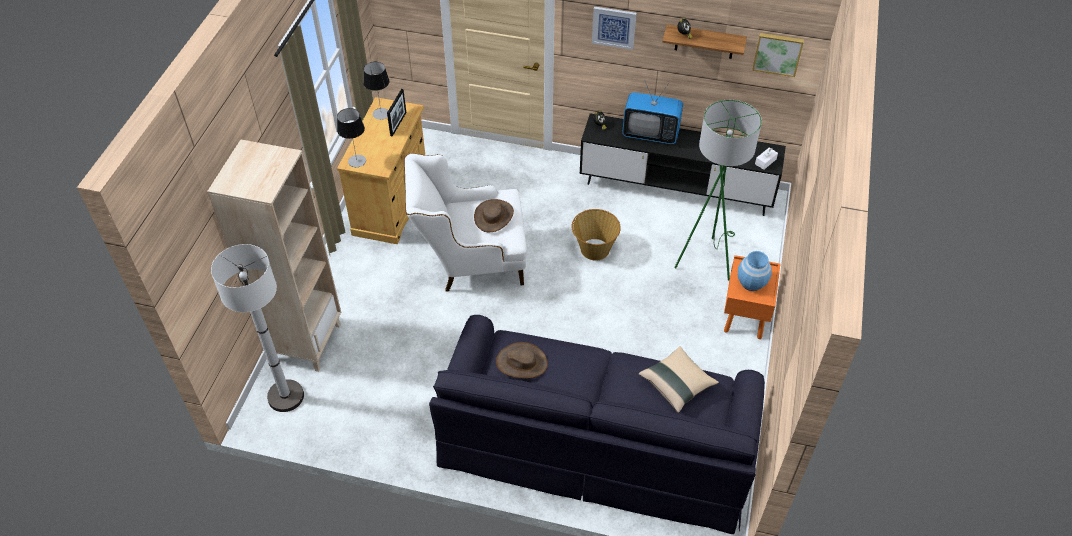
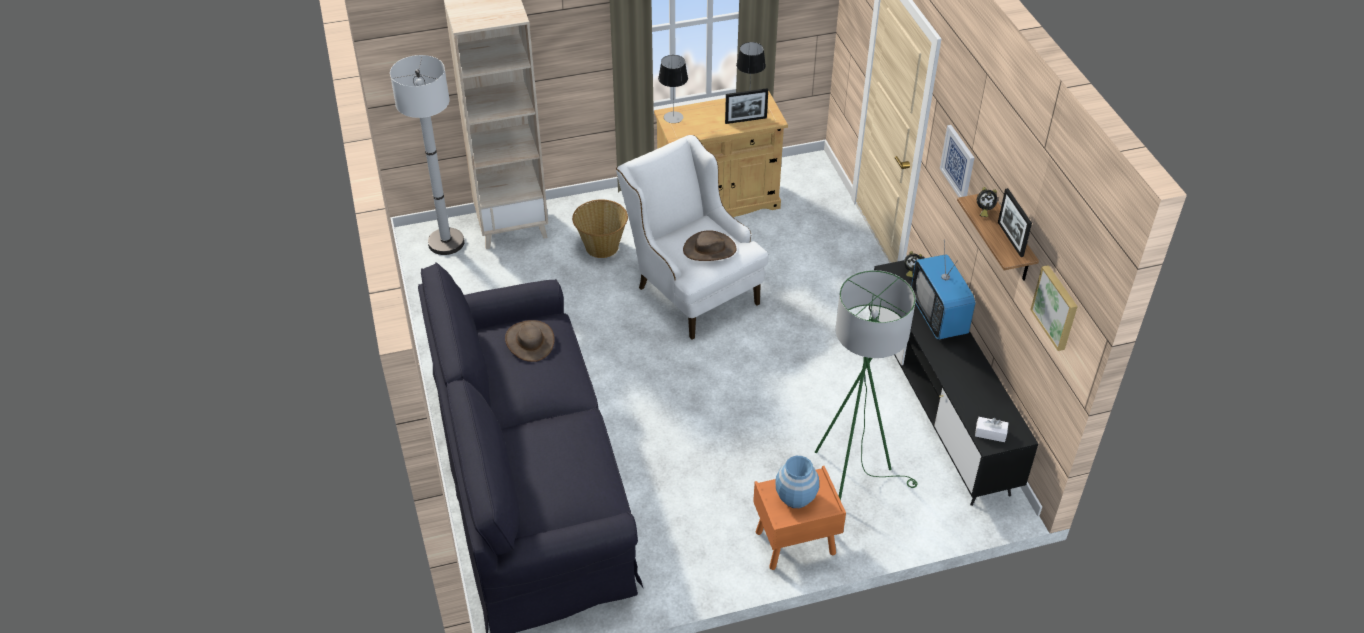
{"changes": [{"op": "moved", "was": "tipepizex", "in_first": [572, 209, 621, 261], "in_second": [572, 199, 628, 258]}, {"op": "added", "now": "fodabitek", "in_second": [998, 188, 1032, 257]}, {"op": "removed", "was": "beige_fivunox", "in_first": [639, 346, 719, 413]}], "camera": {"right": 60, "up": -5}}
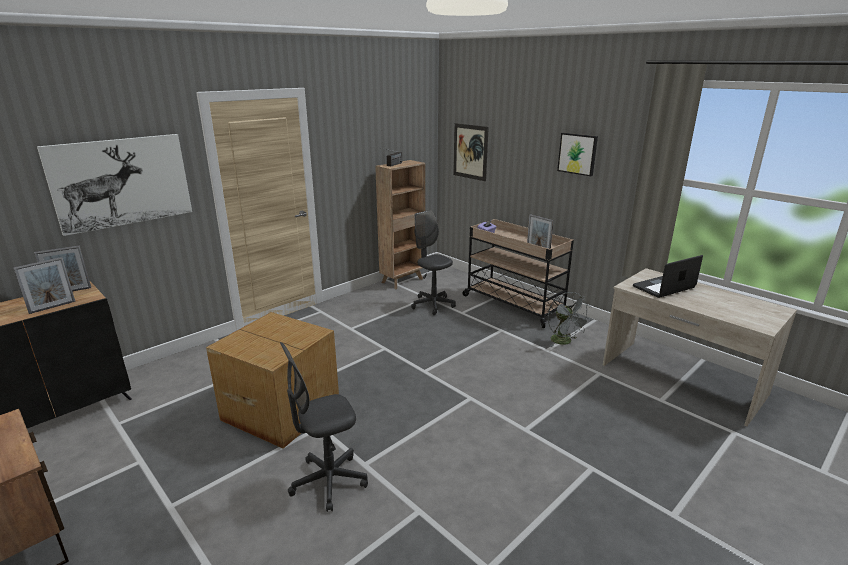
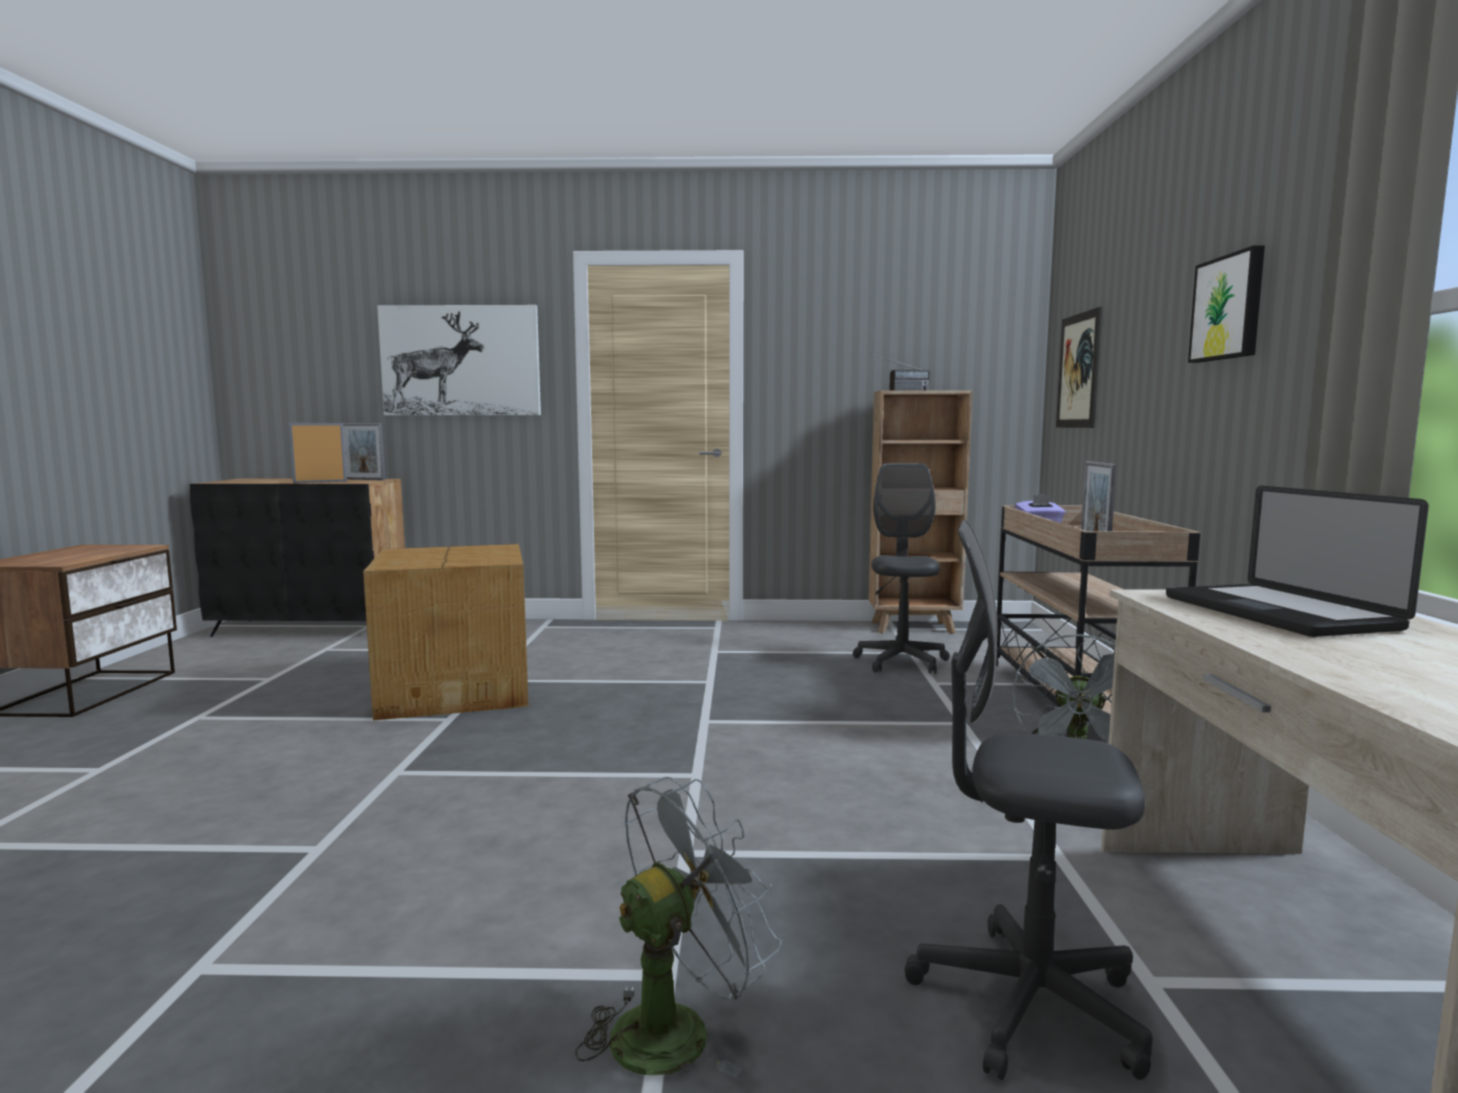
{"changes": [{"op": "turned", "was": "fodabitek", "in_first": [13, 257, 76, 314], "in_second": [288, 423, 347, 483], "clockwise": 150}, {"op": "added", "now": "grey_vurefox", "in_second": [575, 777, 781, 1078]}, {"op": "moved", "was": "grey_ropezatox", "in_first": [280, 342, 368, 512], "in_second": [905, 520, 1153, 1080]}, {"op": "turned", "was": "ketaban", "in_first": [633, 255, 703, 298], "in_second": [1166, 486, 1429, 637], "clockwise": -120}], "camera": {"right": 45, "up": -15}}
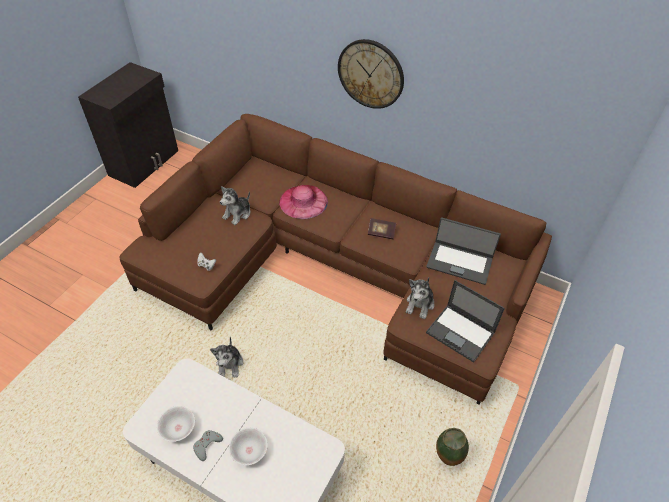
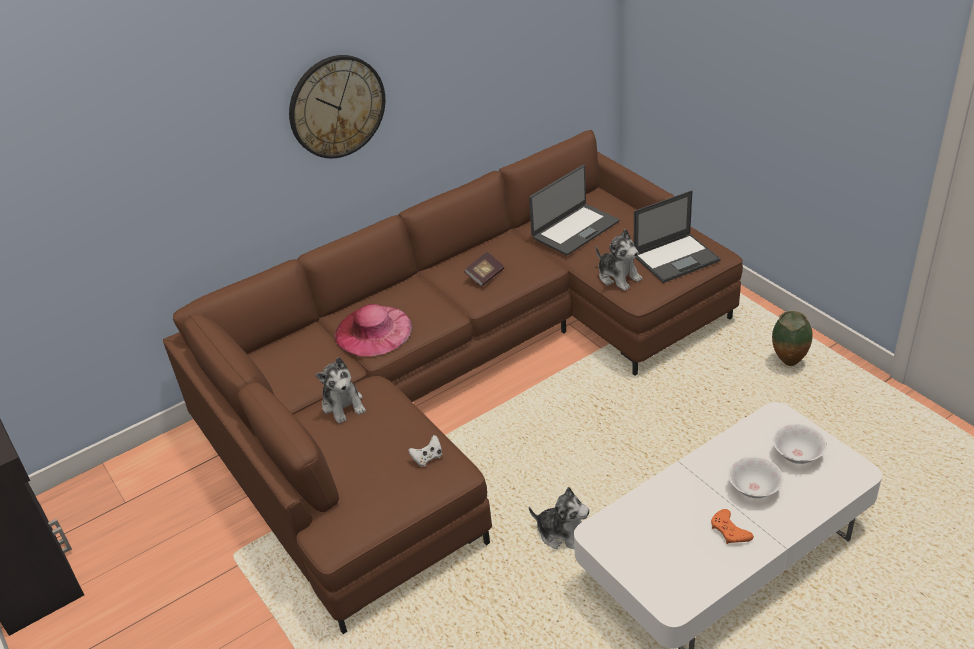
{"changes": [{"op": "recoloured", "was": "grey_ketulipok", "now": "orange_ketulipok", "in_first": [193, 430, 223, 461], "in_second": [711, 509, 754, 544]}, {"op": "moved", "was": "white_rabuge", "in_first": [157, 406, 195, 442], "in_second": [773, 424, 827, 464]}], "camera": {"right": -60, "up": -10}}
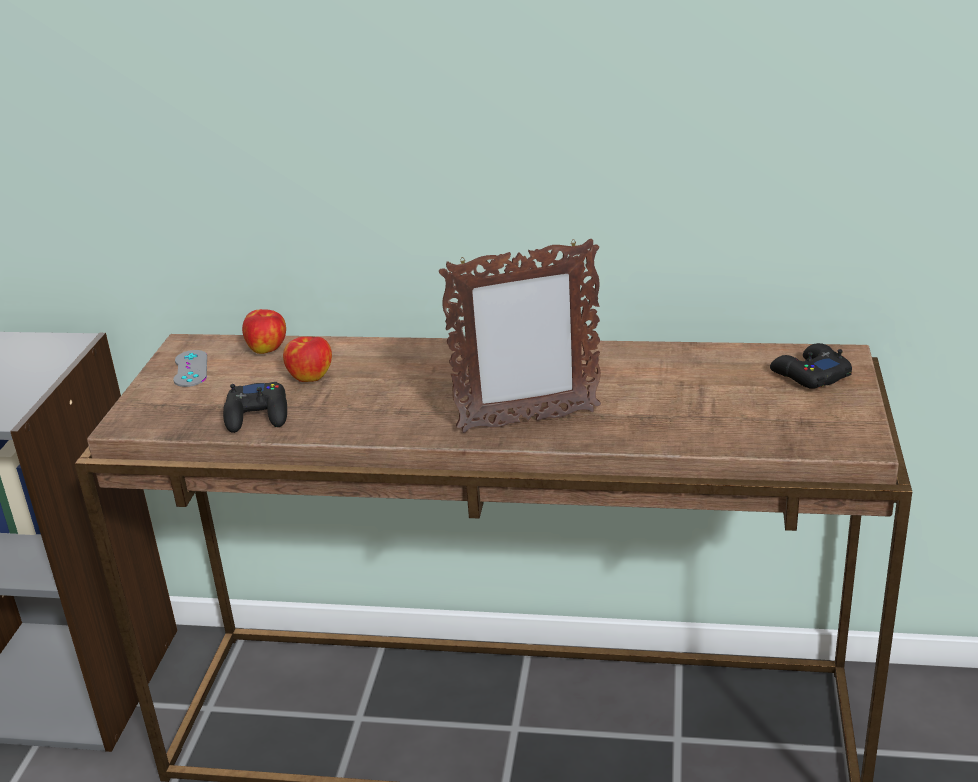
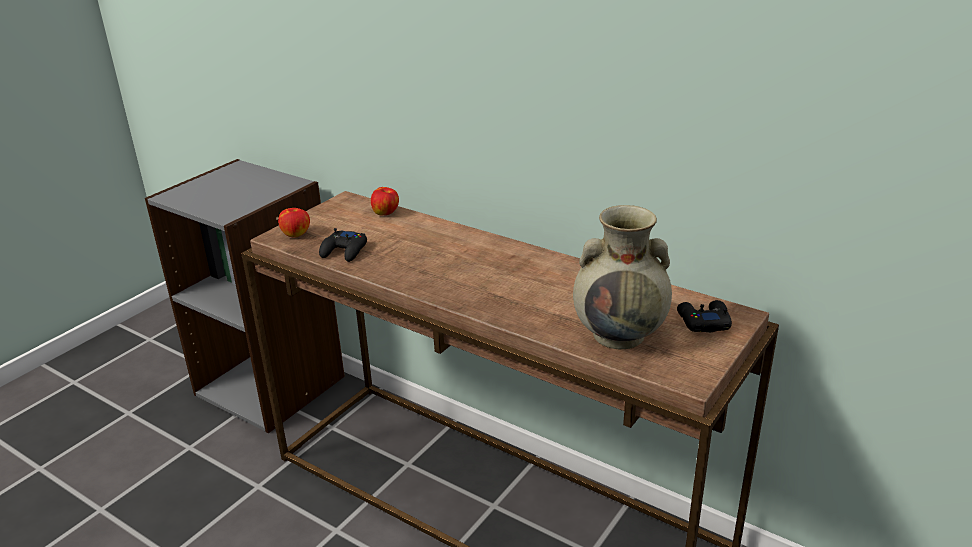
{"changes": [{"op": "moved", "was": "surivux", "in_first": [283, 337, 332, 382], "in_second": [278, 208, 310, 238]}, {"op": "added", "now": "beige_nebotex", "in_second": [573, 205, 672, 349]}, {"op": "removed", "was": "grey_ketulipok", "in_first": [173, 350, 207, 387]}, {"op": "removed", "was": "fodabitek", "in_first": [439, 239, 601, 433]}], "camera": {"right": 25, "up": 0}}
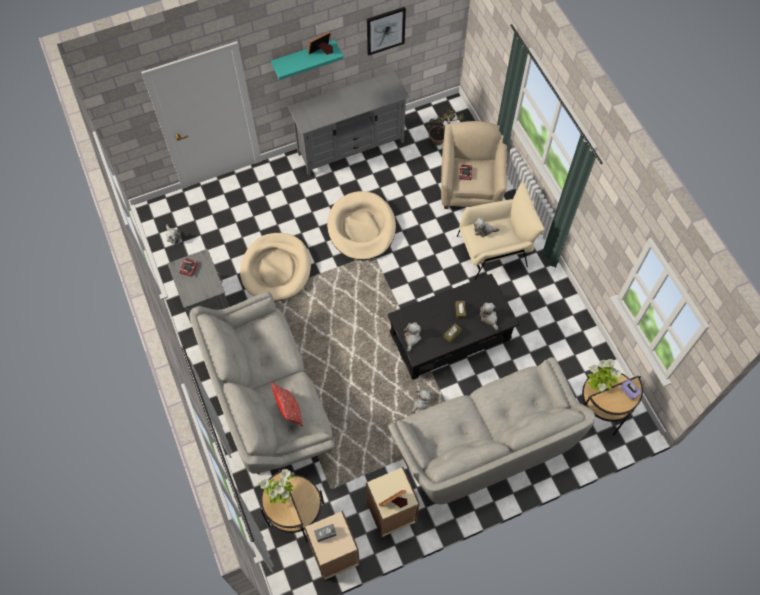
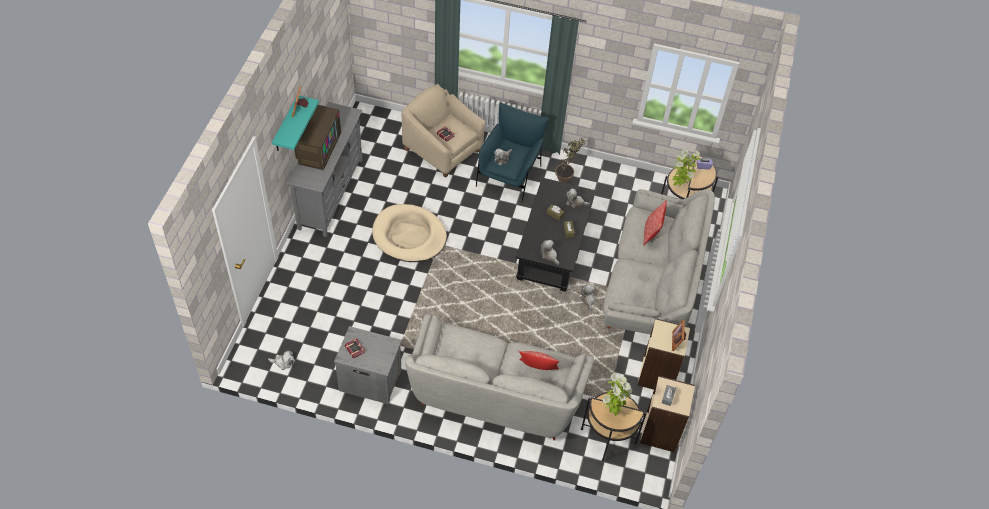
{"changes": [{"op": "added", "now": "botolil", "in_second": [294, 105, 341, 170]}, {"op": "recoloured", "was": "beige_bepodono", "now": "blue_bepodono", "in_first": [457, 182, 544, 280], "in_second": [476, 102, 549, 203]}, {"op": "moved", "was": "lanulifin", "in_first": [427, 109, 465, 146], "in_second": [555, 138, 585, 183]}, {"op": "added", "now": "fivunox", "in_second": [643, 200, 667, 246]}, {"op": "removed", "was": "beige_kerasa", "in_first": [240, 233, 311, 301]}, {"op": "removed", "was": "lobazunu", "in_first": [367, 7, 406, 56]}], "camera": {"right": -55, "up": -10}}
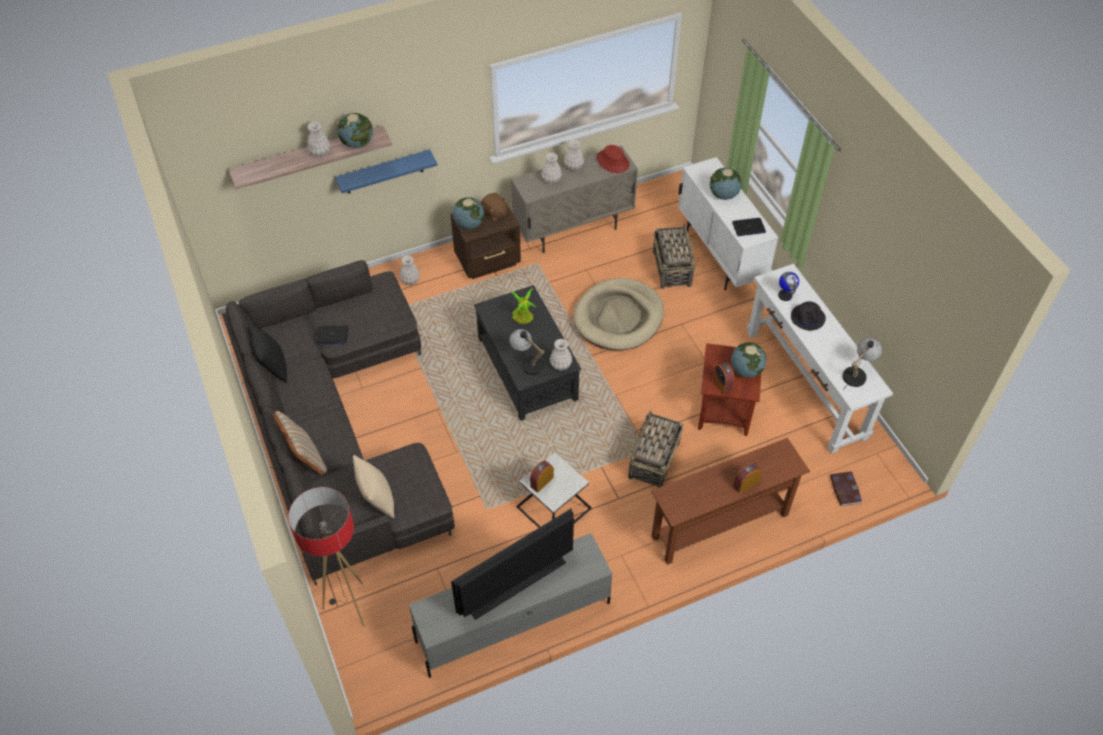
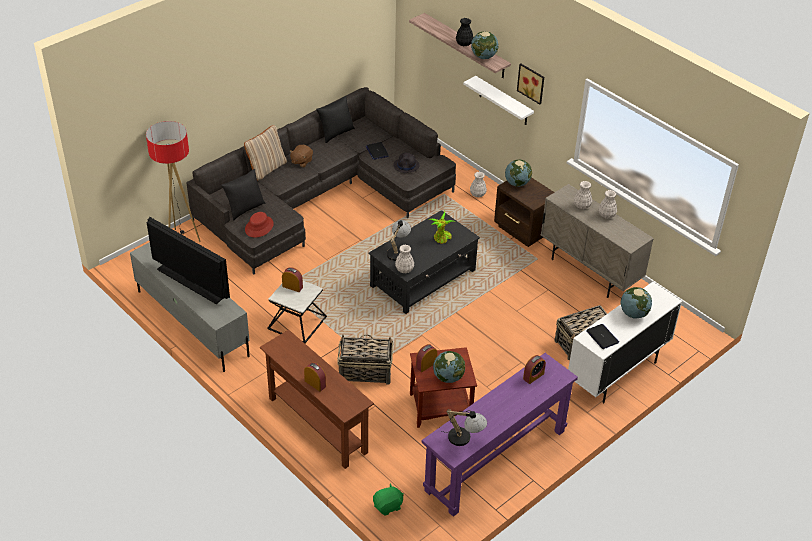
{"changes": [{"op": "recoloured", "was": "beige_fivunox", "now": "black_fivunox", "in_first": [353, 455, 394, 519], "in_second": [221, 169, 265, 221]}, {"op": "moved", "was": "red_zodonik", "in_first": [597, 145, 629, 173], "in_second": [245, 212, 274, 238]}, {"op": "moved", "was": "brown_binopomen", "in_first": [481, 193, 509, 221], "in_second": [290, 145, 313, 167]}, {"op": "replaced", "was": "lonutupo", "now": "green_binopomen", "in_first": [830, 471, 863, 506], "in_second": [373, 483, 404, 516]}, {"op": "moved", "was": "black_zodonik", "in_first": [791, 301, 826, 330], "in_second": [393, 153, 419, 173]}, {"op": "recoloured", "was": "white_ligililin", "now": "purple_ligililin", "in_first": [747, 264, 893, 454], "in_second": [422, 353, 578, 517]}, {"op": "recoloured", "was": "white_nebotex", "now": "black_nebotex", "in_first": [307, 121, 330, 157], "in_second": [456, 18, 473, 46]}, {"op": "recoloured", "was": "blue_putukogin", "now": "white_putukogin", "in_first": [335, 150, 437, 194], "in_second": [463, 76, 534, 125]}, {"op": "added", "now": "lobazunu", "in_second": [517, 63, 544, 104]}, {"op": "replaced", "was": "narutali", "now": "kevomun", "in_first": [778, 272, 799, 301], "in_second": [523, 355, 546, 384]}, {"op": "removed", "was": "beige_kerasa", "in_first": [573, 278, 664, 350]}], "camera": {"right": 70, "up": -10}}
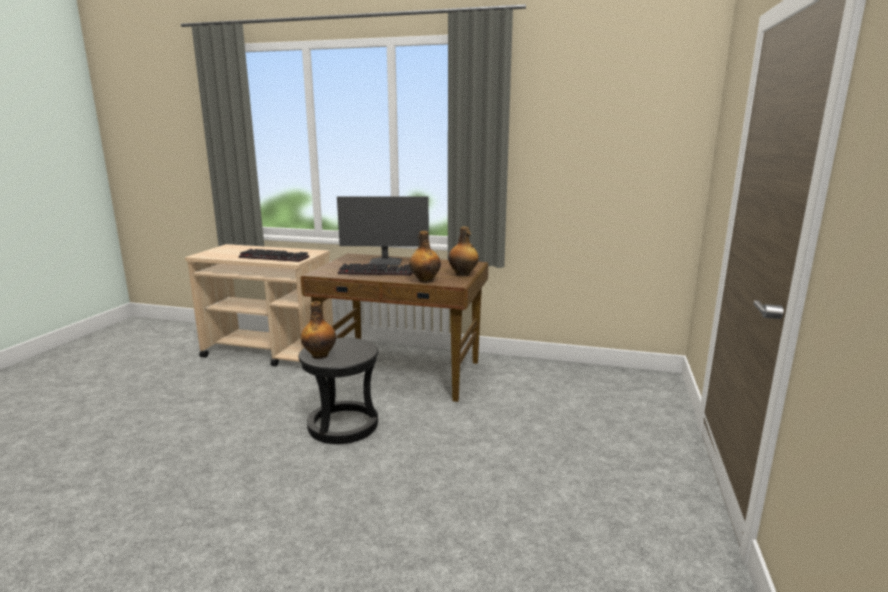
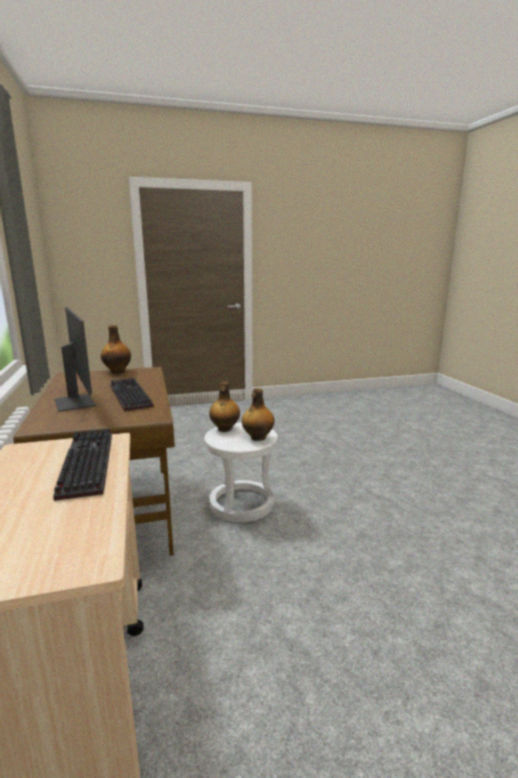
{"changes": [{"op": "recoloured", "was": "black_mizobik", "now": "white_mizobik", "in_first": [299, 338, 378, 444], "in_second": [204, 422, 278, 522]}, {"op": "moved", "was": "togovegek", "in_first": [409, 231, 441, 283], "in_second": [209, 382, 240, 432]}], "camera": {"right": -120, "up": 0}}
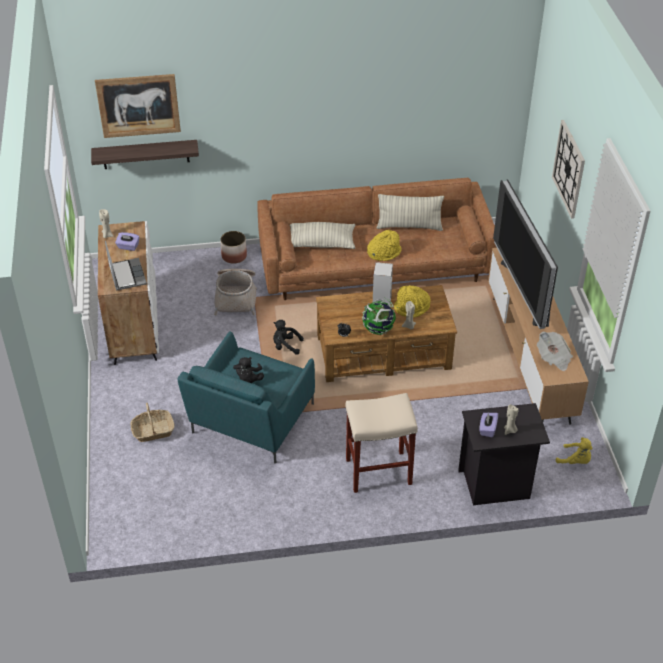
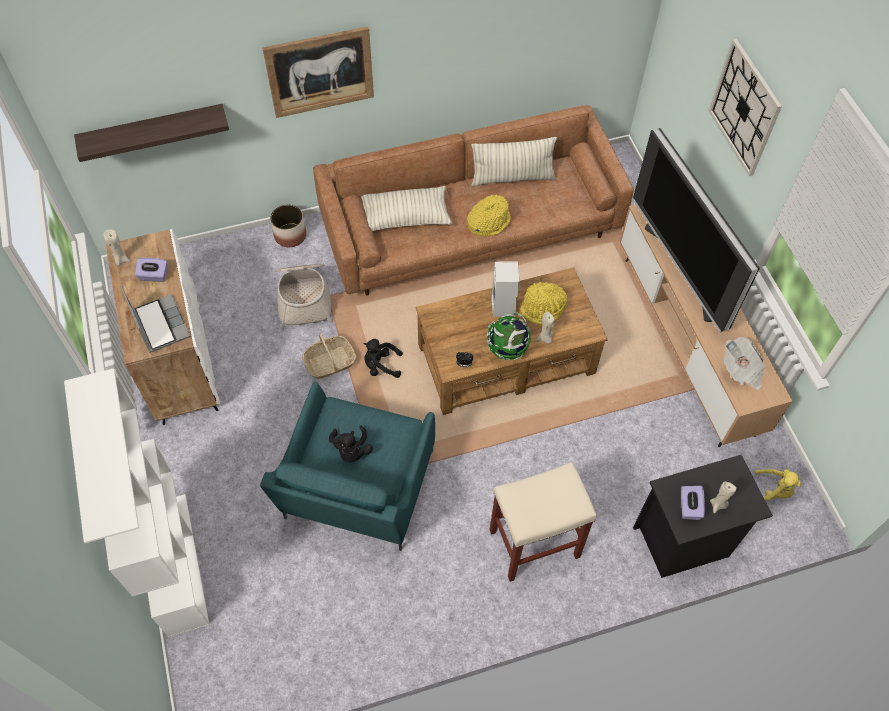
{"changes": [{"op": "added", "now": "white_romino", "in_second": [64, 368, 210, 637]}, {"op": "moved", "was": "lobazunu", "in_first": [95, 74, 181, 138], "in_second": [262, 26, 374, 118]}, {"op": "moved", "was": "tipepizex", "in_first": [130, 403, 175, 442], "in_second": [302, 333, 356, 379]}], "camera": {"right": -10, "up": 15}}
